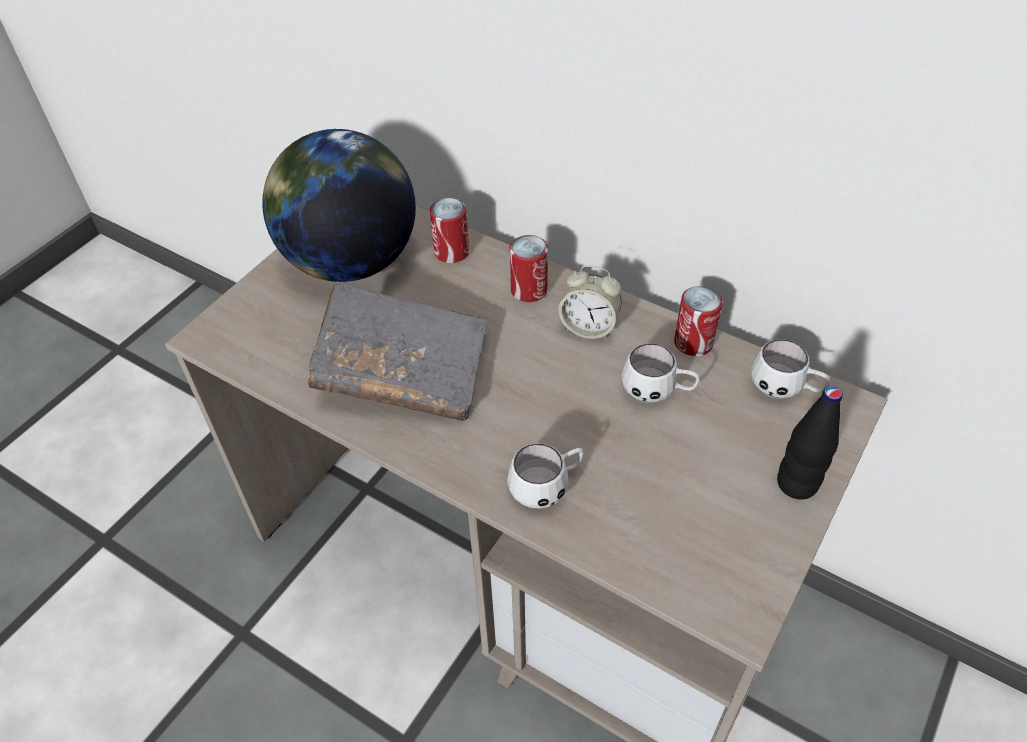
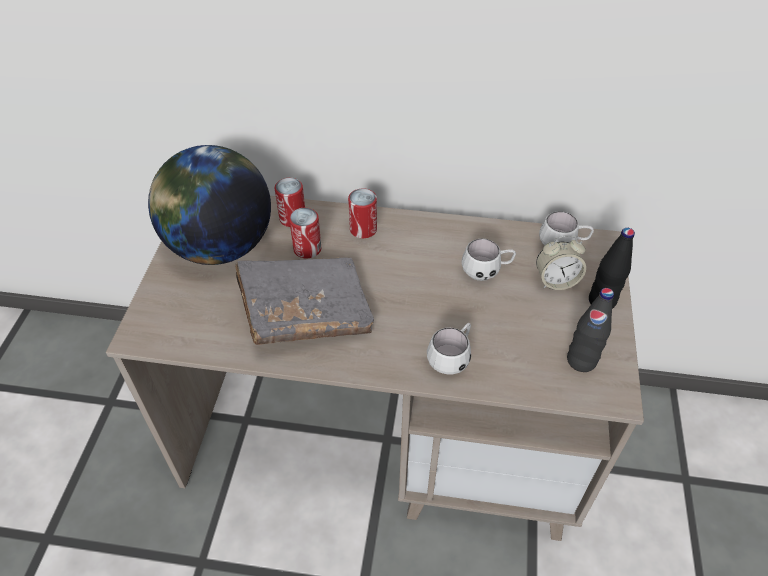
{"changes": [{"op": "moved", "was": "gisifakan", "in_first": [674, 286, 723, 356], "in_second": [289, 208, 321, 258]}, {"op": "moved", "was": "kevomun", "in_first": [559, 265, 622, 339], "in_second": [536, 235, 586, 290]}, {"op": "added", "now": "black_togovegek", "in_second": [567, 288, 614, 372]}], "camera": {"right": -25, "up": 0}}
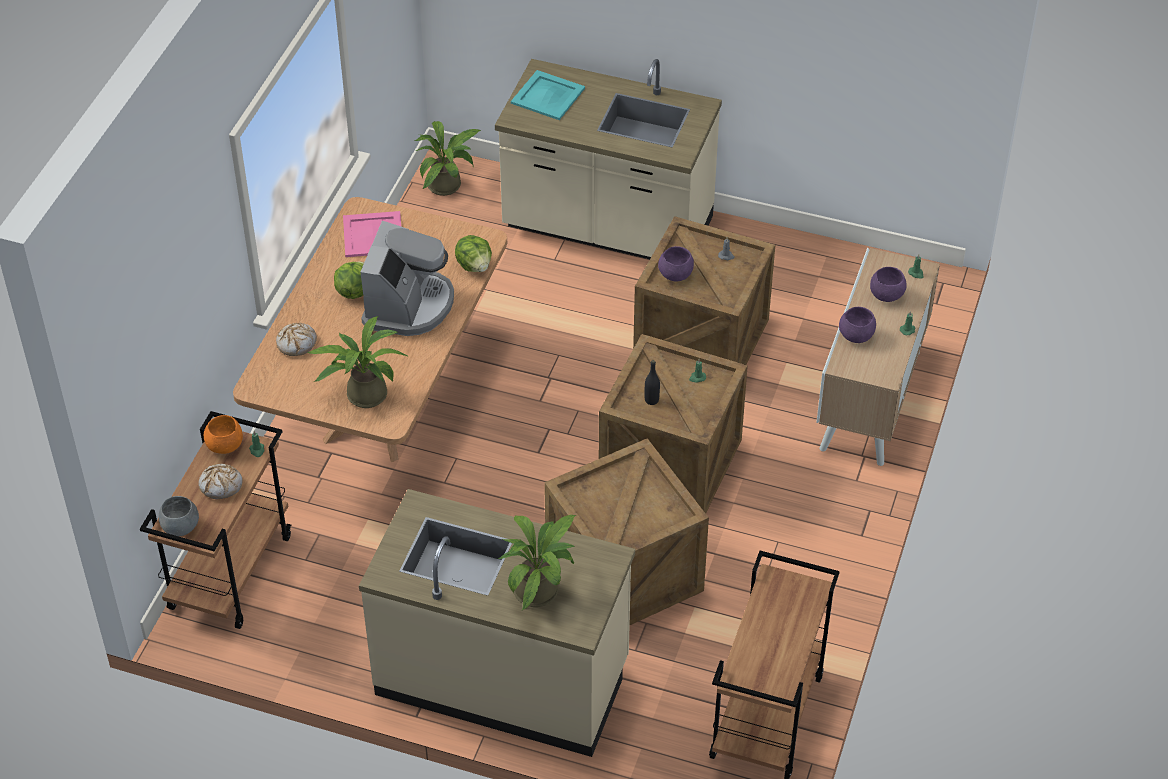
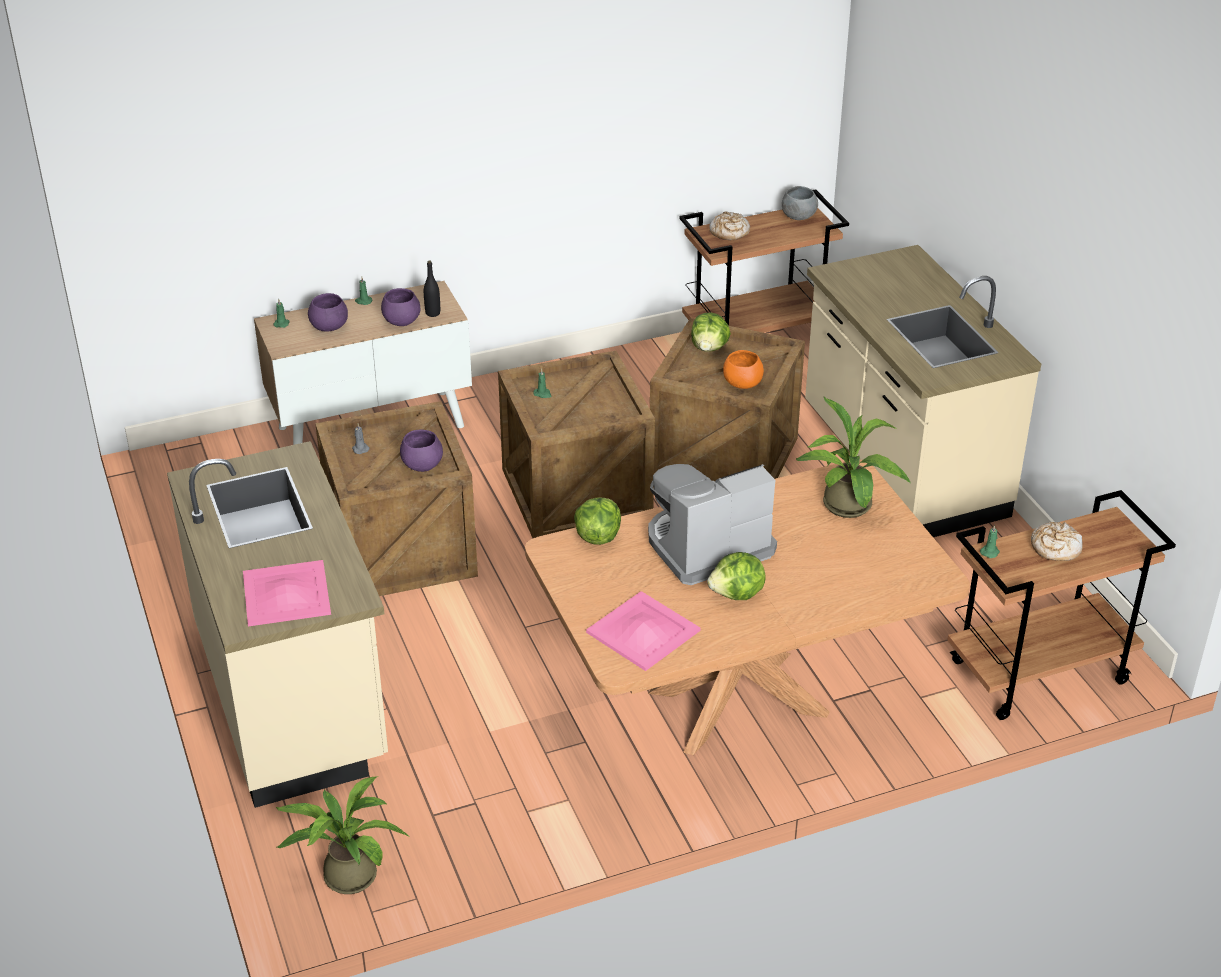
{"changes": [{"op": "recoloured", "was": "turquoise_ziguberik", "now": "pink_ziguberik", "in_first": [511, 70, 585, 120], "in_second": [243, 560, 331, 627]}, {"op": "moved", "was": "black_togovegek", "in_first": [645, 360, 660, 405], "in_second": [424, 260, 440, 317]}, {"op": "added", "now": "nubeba", "in_second": [691, 313, 731, 352]}, {"op": "moved", "was": "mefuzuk", "in_first": [276, 323, 317, 356], "in_second": [709, 211, 750, 240]}, {"op": "moved", "was": "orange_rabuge", "in_first": [204, 415, 243, 454], "in_second": [723, 350, 764, 389]}, {"op": "moved", "was": "grey_rabuge", "in_first": [159, 496, 199, 536], "in_second": [782, 186, 818, 220]}, {"op": "removed", "was": "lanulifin", "in_first": [498, 515, 576, 611]}], "camera": {"right": -130, "up": -10}}
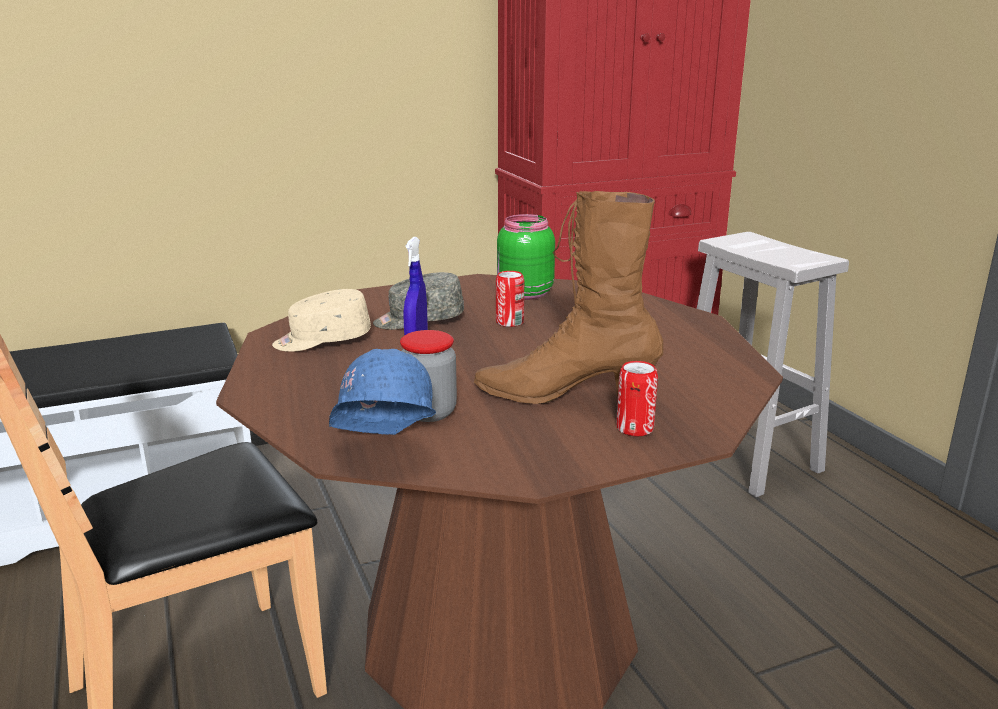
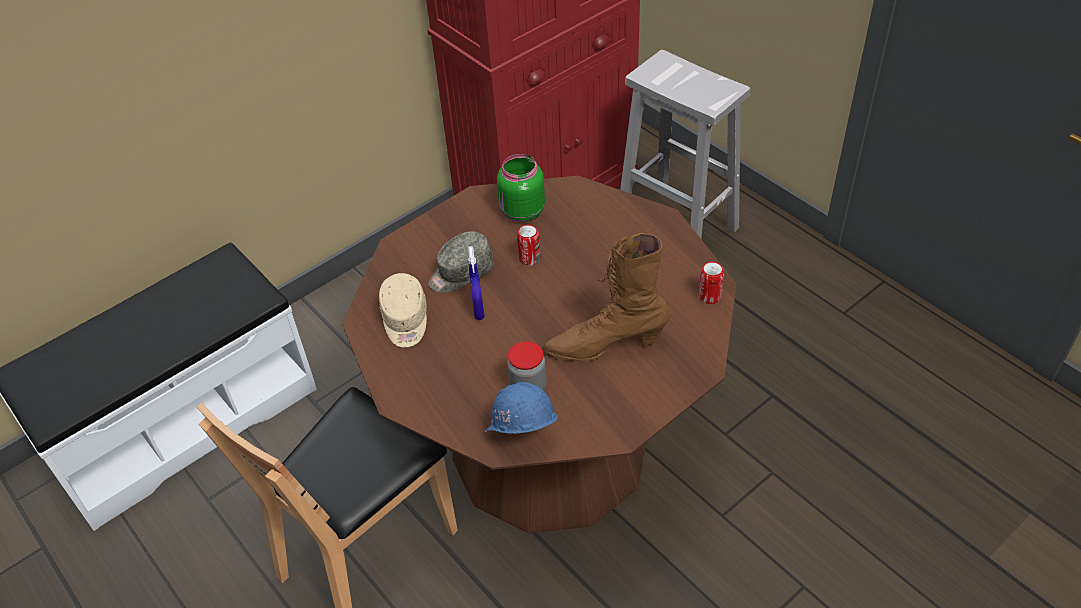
{"changes": [{"op": "turned", "was": "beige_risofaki", "in_first": [272, 289, 371, 352], "in_second": [379, 273, 427, 348], "clockwise": -60}, {"op": "moved", "was": "gisifakan", "in_first": [616, 361, 658, 436], "in_second": [699, 261, 724, 304]}], "camera": {"right": -15, "up": 25}}
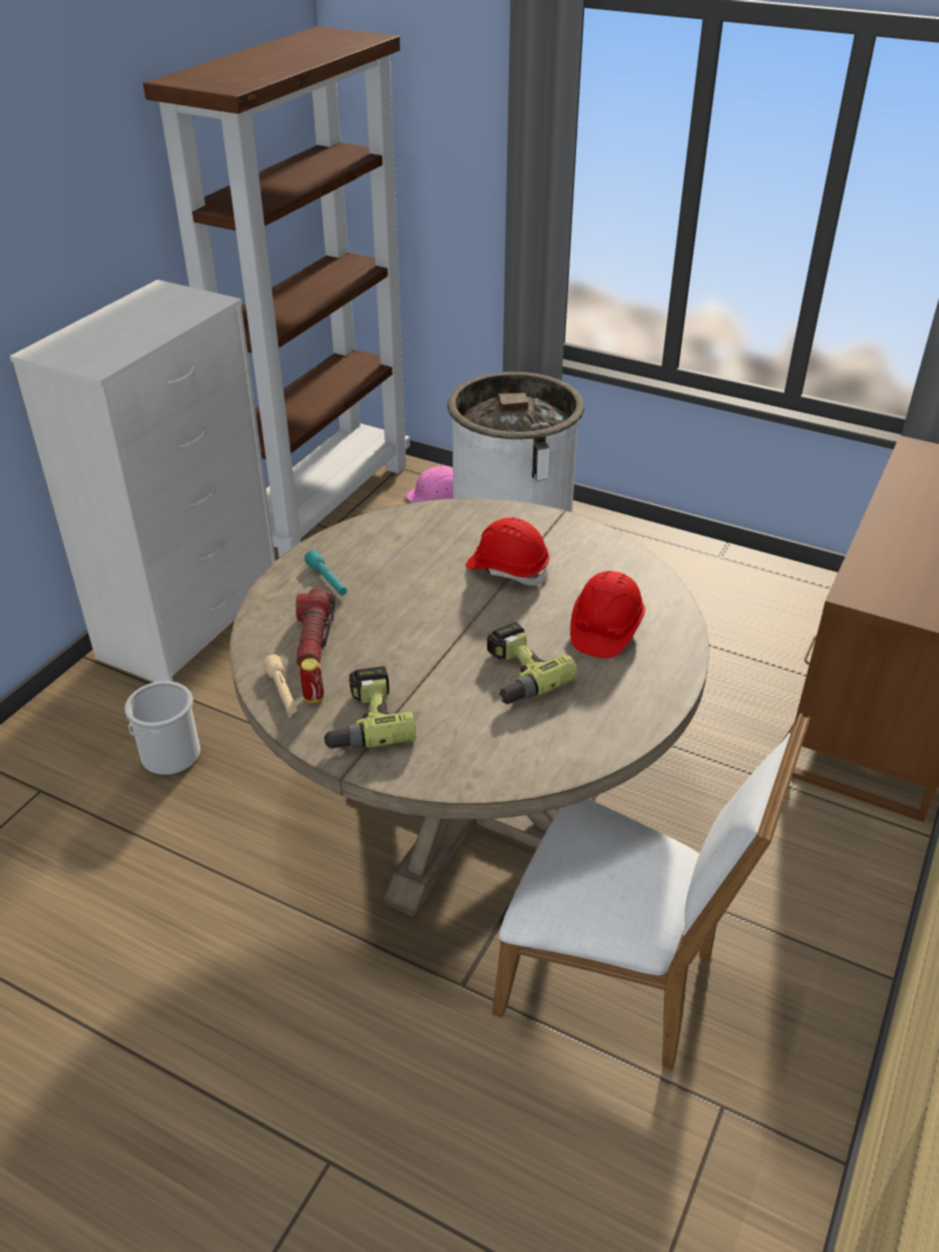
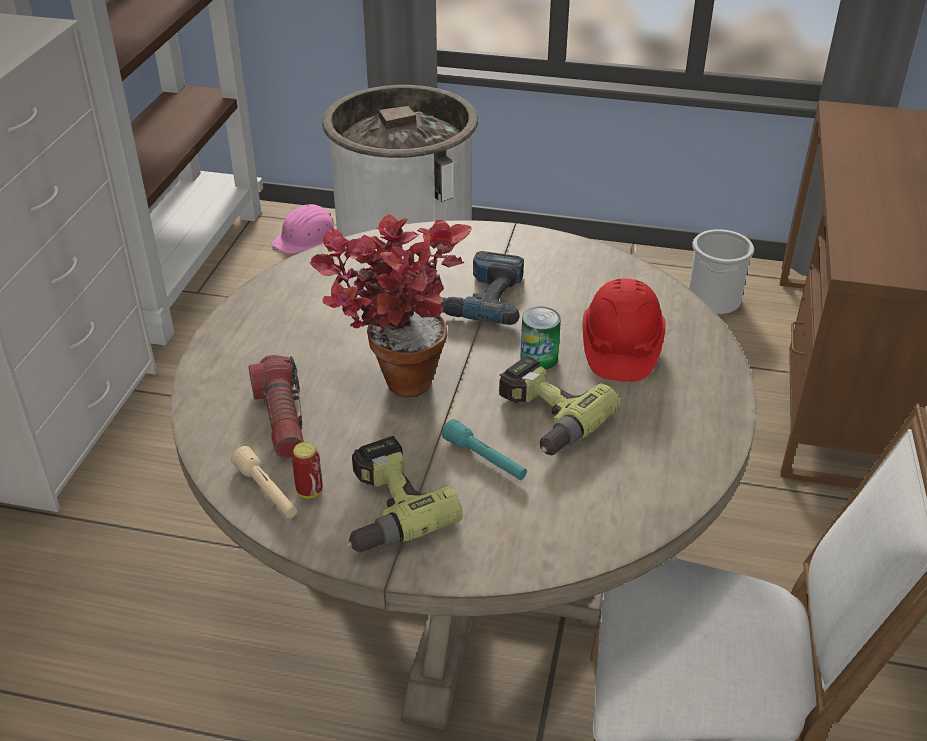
{"changes": [{"op": "added", "now": "lanulifin", "in_second": [310, 214, 472, 397]}, {"op": "replaced", "was": "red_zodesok", "now": "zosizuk", "in_first": [466, 518, 550, 586], "in_second": [441, 251, 524, 325]}, {"op": "moved", "was": "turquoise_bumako", "in_first": [304, 550, 347, 595], "in_second": [442, 419, 527, 480]}, {"op": "added", "now": "gisifakan", "in_second": [520, 307, 561, 369]}, {"op": "moved", "was": "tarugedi", "in_first": [125, 681, 200, 775], "in_second": [688, 229, 754, 315]}], "camera": {"right": -15, "up": 0}}
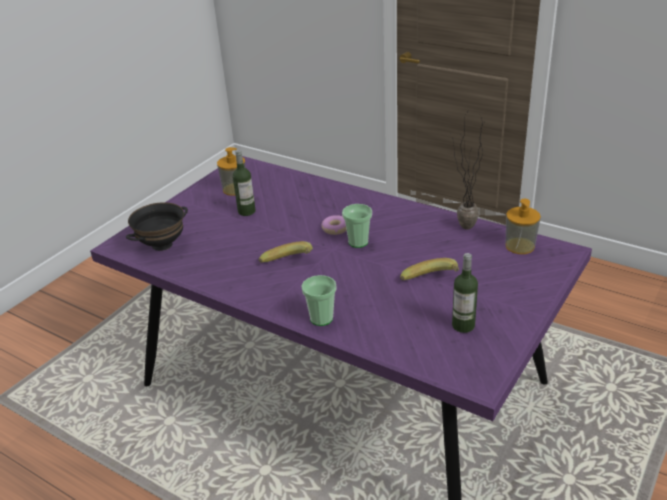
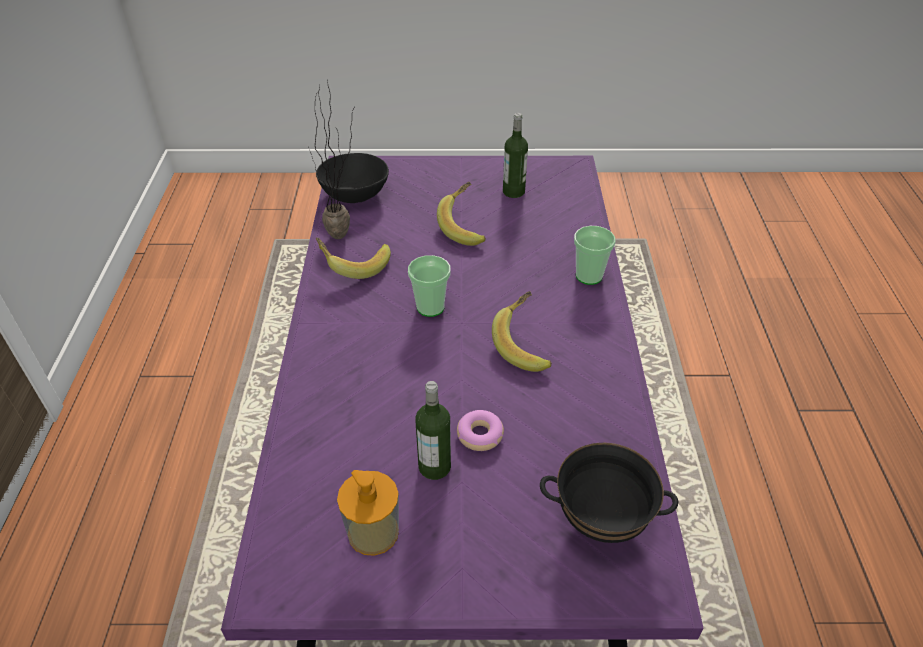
{"changes": [{"op": "replaced", "was": "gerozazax", "now": "black_rabuge", "in_first": [505, 199, 541, 254], "in_second": [316, 153, 389, 203]}, {"op": "added", "now": "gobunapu", "in_second": [316, 238, 391, 279]}, {"op": "moved", "was": "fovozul", "in_first": [321, 215, 347, 235], "in_second": [457, 410, 504, 451]}], "camera": {"right": -125, "up": 10}}
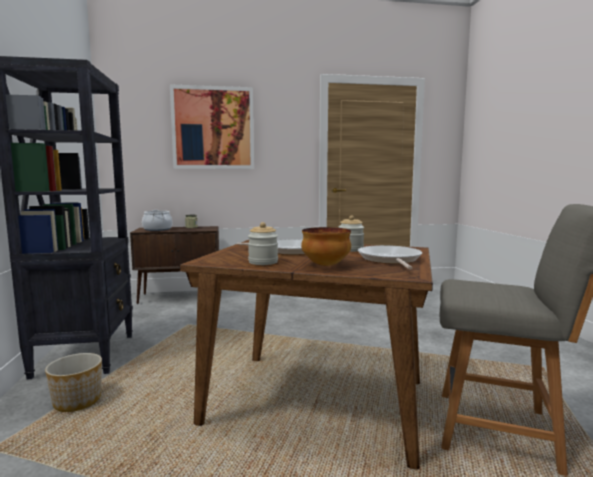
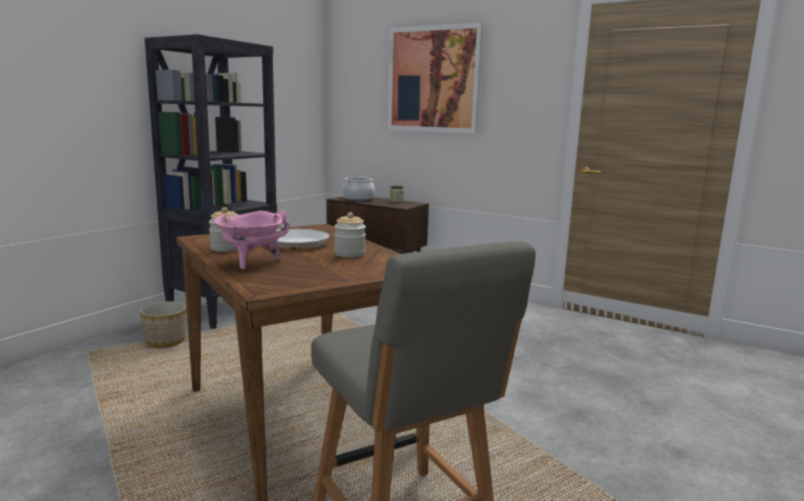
{"changes": [{"op": "replaced", "was": "rabuge", "now": "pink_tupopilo", "in_first": [301, 227, 351, 266], "in_second": [214, 210, 290, 269]}, {"op": "removed", "was": "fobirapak", "in_first": [358, 245, 422, 270]}], "camera": {"right": 40, "up": 5}}
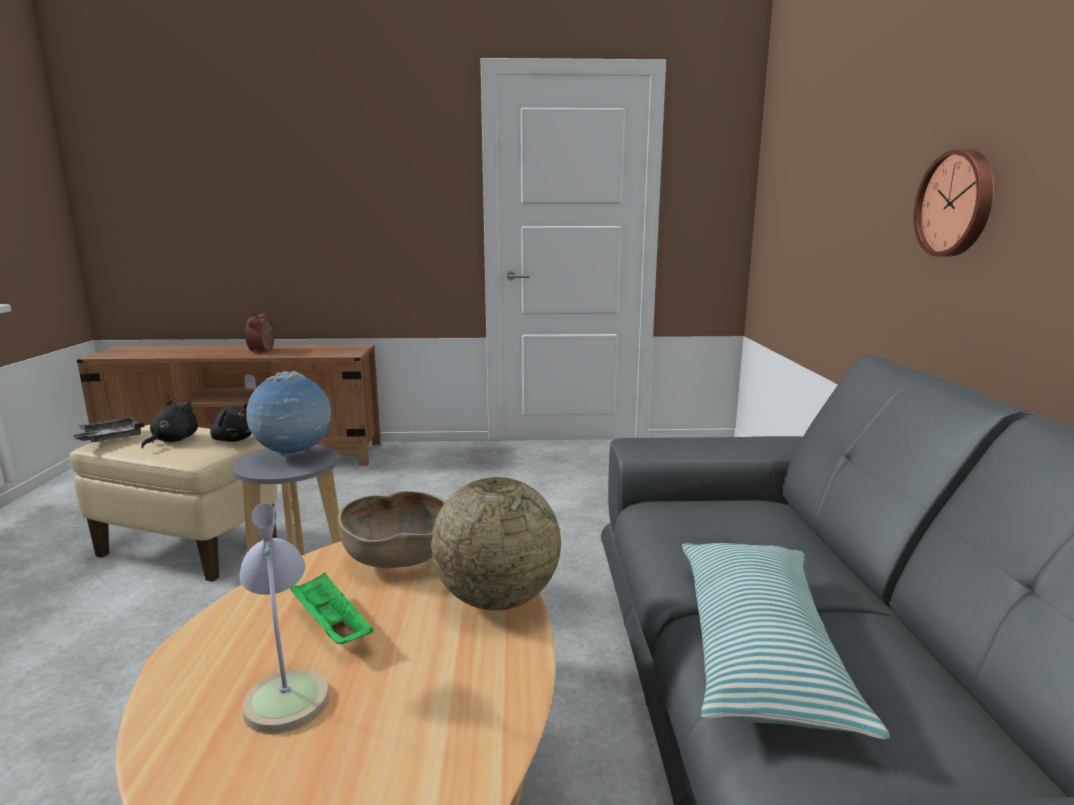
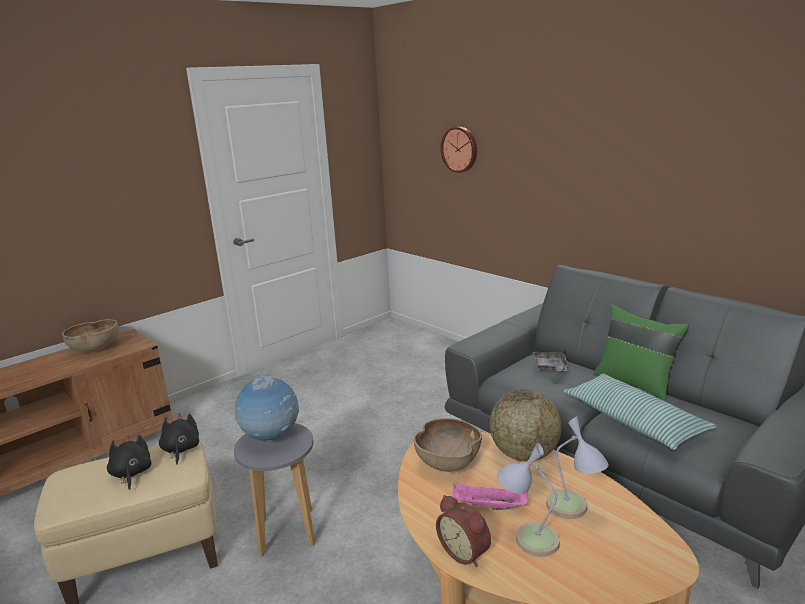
{"changes": [{"op": "added", "now": "brown_rabuge", "in_second": [62, 319, 119, 352]}, {"op": "turned", "was": "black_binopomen", "in_first": [210, 403, 252, 442], "in_second": [159, 413, 199, 465], "clockwise": -90}, {"op": "moved", "was": "kevomun", "in_first": [245, 313, 276, 354], "in_second": [436, 495, 491, 567]}, {"op": "moved", "was": "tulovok", "in_first": [914, 149, 994, 257], "in_second": [441, 127, 477, 173]}, {"op": "recoloured", "was": "green_ziguberik", "now": "pink_ziguberik", "in_first": [290, 572, 374, 644], "in_second": [452, 484, 528, 510]}, {"op": "moved", "was": "grey_ziguberik", "in_first": [68, 417, 144, 442], "in_second": [532, 350, 569, 371]}, {"op": "added", "now": "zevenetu", "in_second": [546, 416, 609, 519]}, {"op": "added", "now": "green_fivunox", "in_second": [594, 304, 689, 402]}], "camera": {"right": -40, "up": 5}}
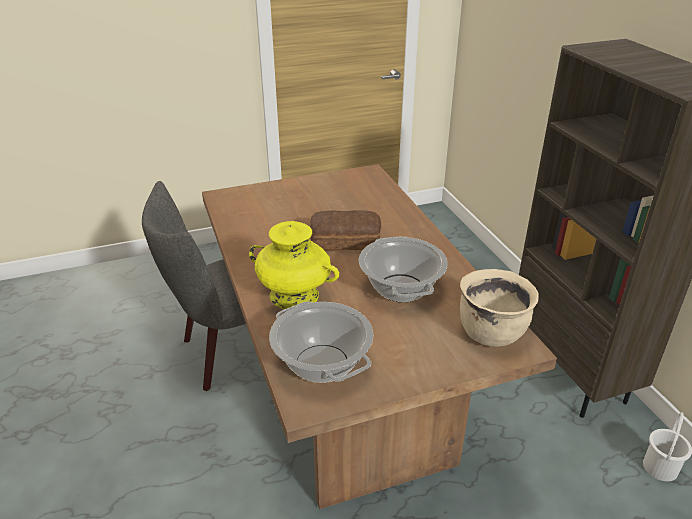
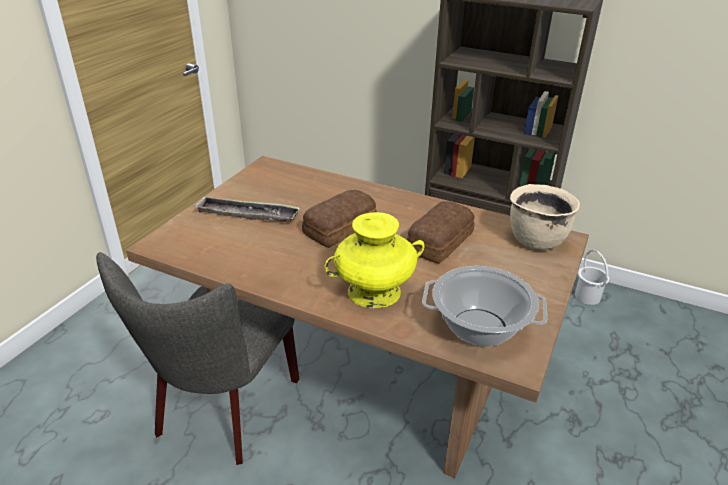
{"changes": [{"op": "added", "now": "ziguberik", "in_second": [194, 195, 300, 222]}, {"op": "replaced", "was": "tupopilo", "now": "mefuzuk", "in_first": [359, 236, 448, 302], "in_second": [407, 201, 475, 264]}], "camera": {"right": -45, "up": 0}}
